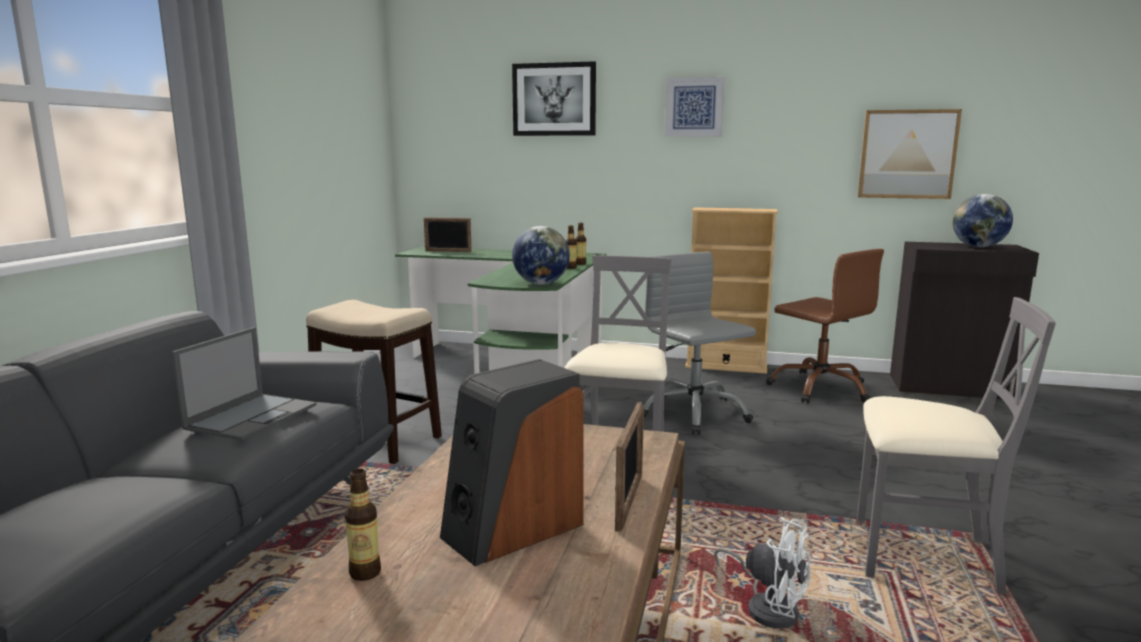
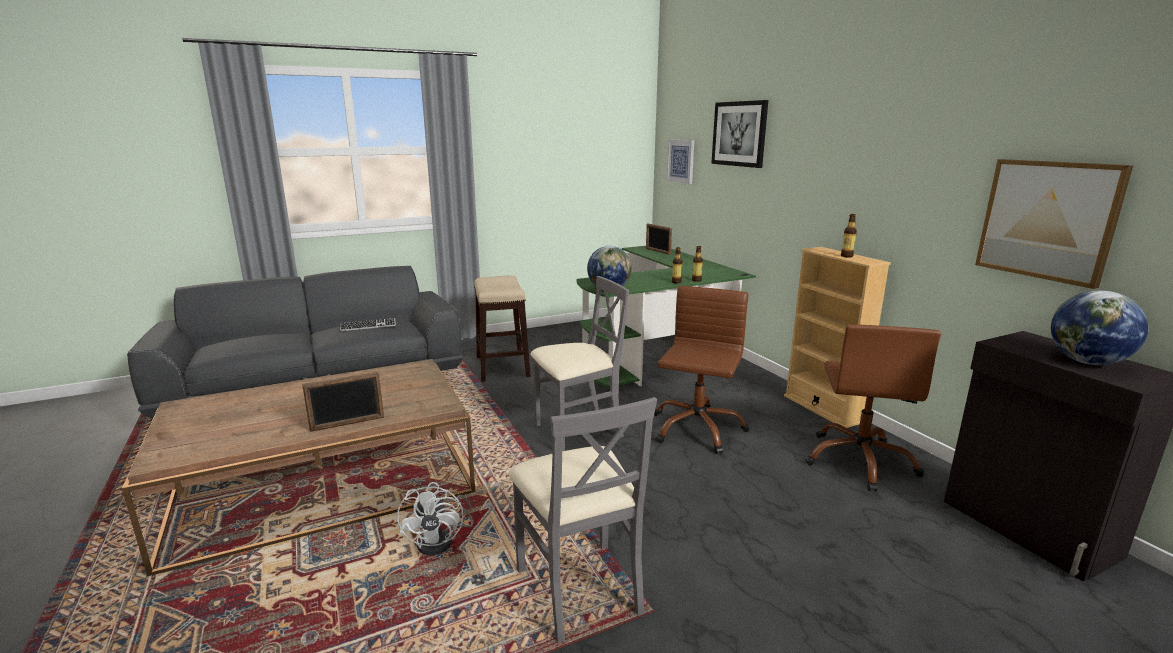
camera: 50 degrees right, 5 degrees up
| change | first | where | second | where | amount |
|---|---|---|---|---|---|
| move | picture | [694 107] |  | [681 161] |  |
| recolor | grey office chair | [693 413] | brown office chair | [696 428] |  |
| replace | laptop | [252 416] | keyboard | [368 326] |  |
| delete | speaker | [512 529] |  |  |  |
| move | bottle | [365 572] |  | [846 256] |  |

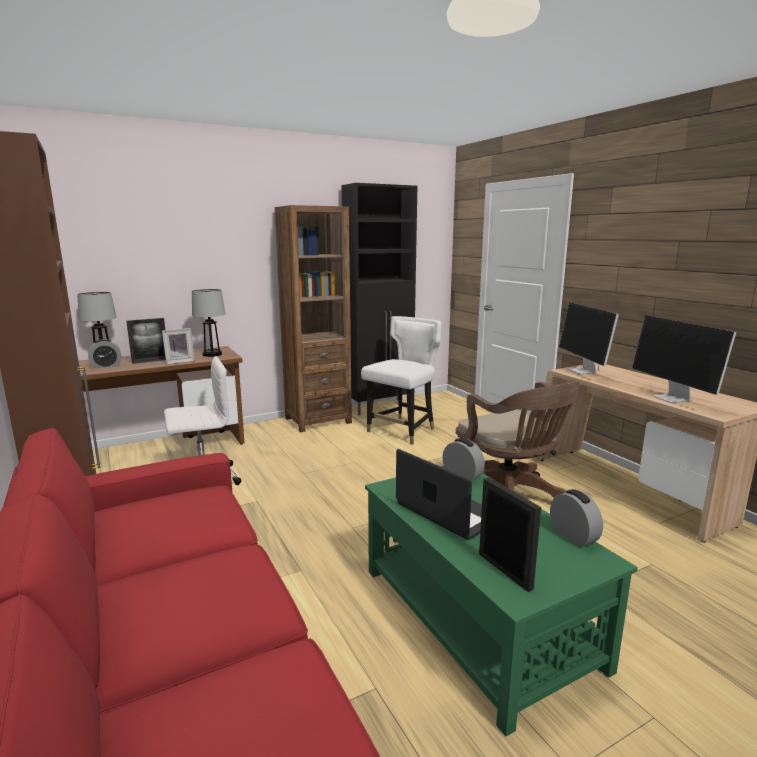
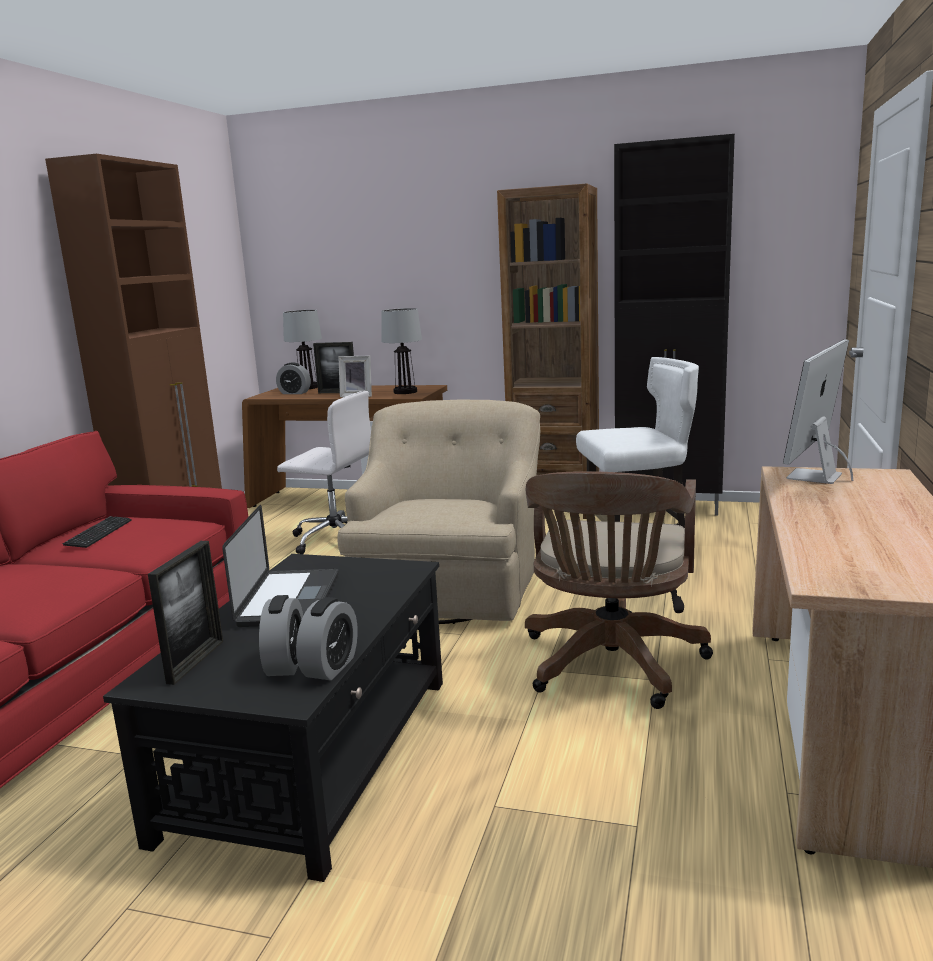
camera: 45 degrees right, 0 degrees up
| change | first | where | second | where | amount |
|---|---|---|---|---|---|
| delete | monitor | [673 398] |  |  |  |
| move | alarm clock | [462 475] |  | [286 664] |  |
| recolor | green coffee table | [476 615] | black coffee table | [314 753] |  |
| insert |  |  | beige armchair | [449 587] |  |
| insert |  |  | keyboard | [99 533] |  |

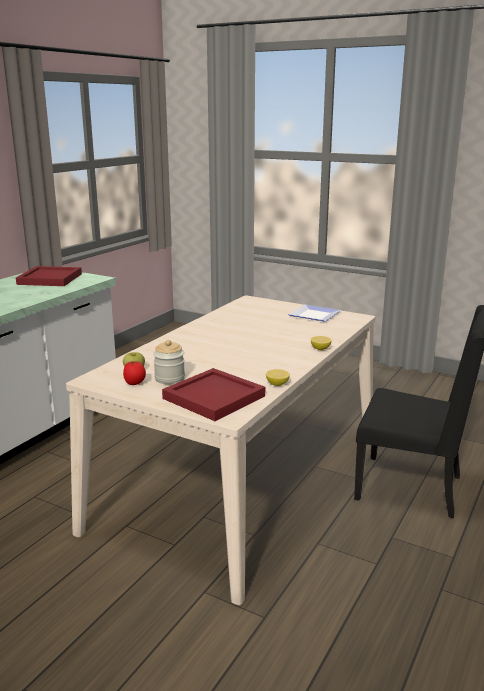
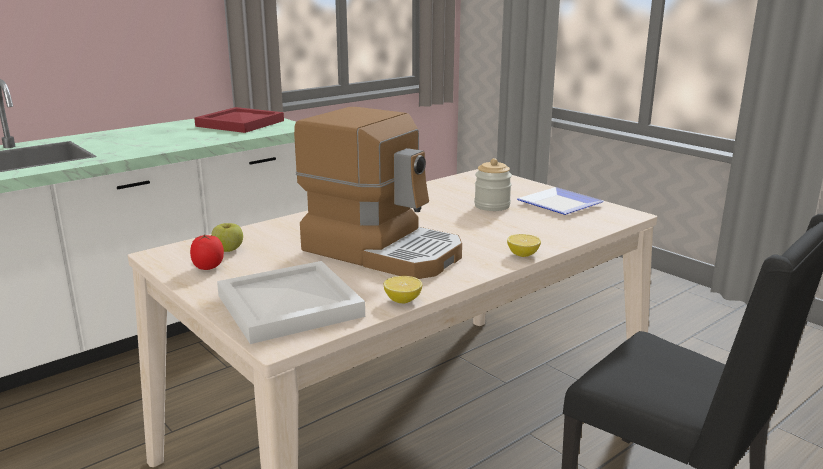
camera: 20 degrees right, 0 degrees up
| change | first | where | second | where | amount |
|---|---|---|---|---|---|
| move | jar | [169 378] |  | [492 206] |  |
| recolor | red tray | [214 398] | white tray | [288 307] |  |
| insert |  |  | coffee machine | [383 250] |  |

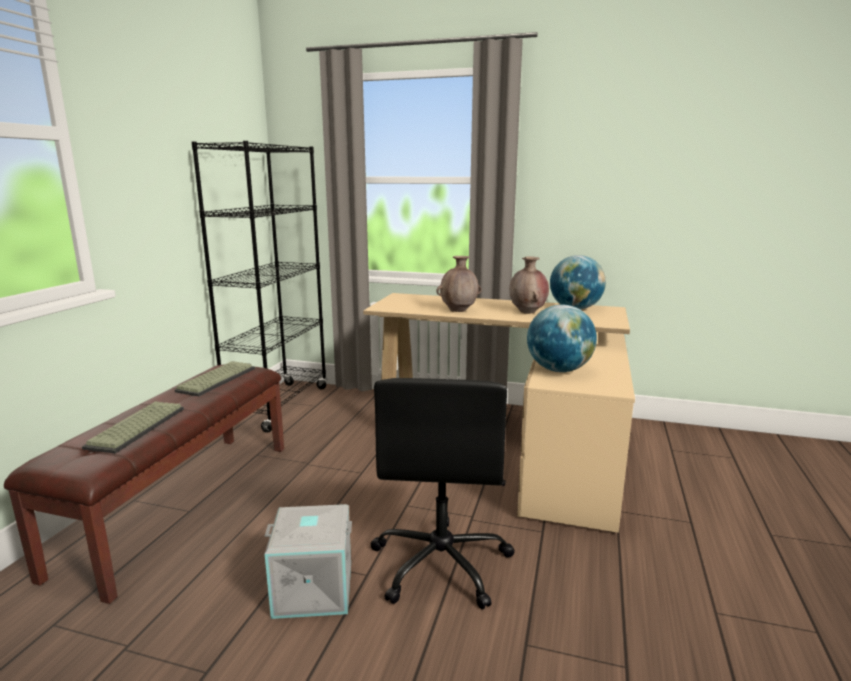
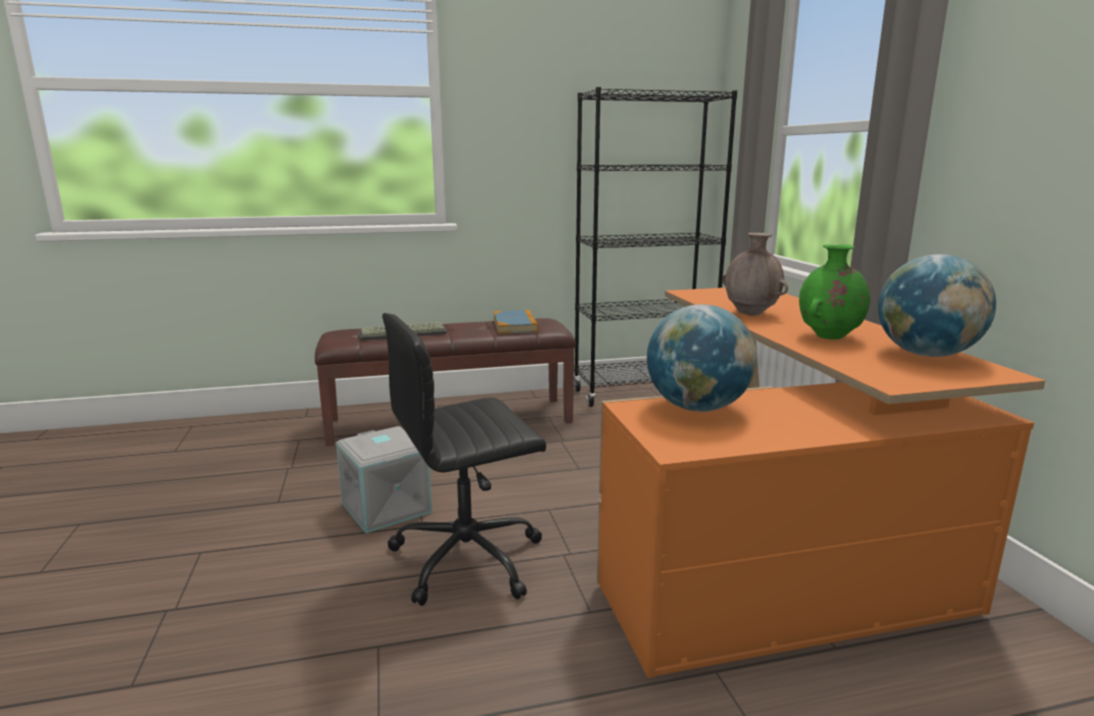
camera: 60 degrees right, 0 degrees up
| change | first | where | second | where | amount |
|---|---|---|---|---|---|
| recolor | brown vase | [528 312] | green vase | [829 337] |  |
| recolor | beige desk | [511 445] | orange desk | [769 537] |  |
| replace | keyboard | [216 379] | book | [515 325] |  |

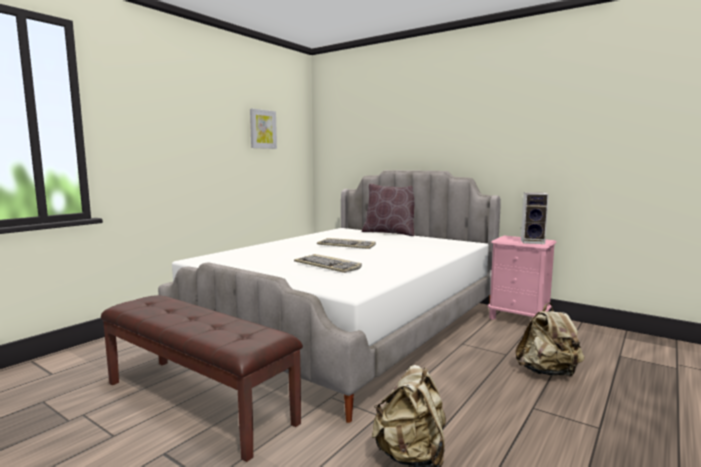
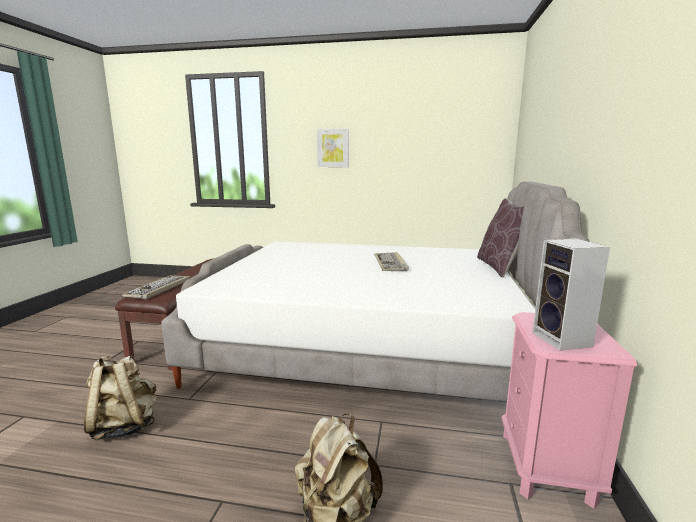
camera: 65 degrees right, 5 degrees up
| change | first | where | second | where | amount |
|---|---|---|---|---|---|
| move | picture | [262 129] |  | [333 148] |  |
| move | keyboard | [328 266] |  | [159 289] |  |

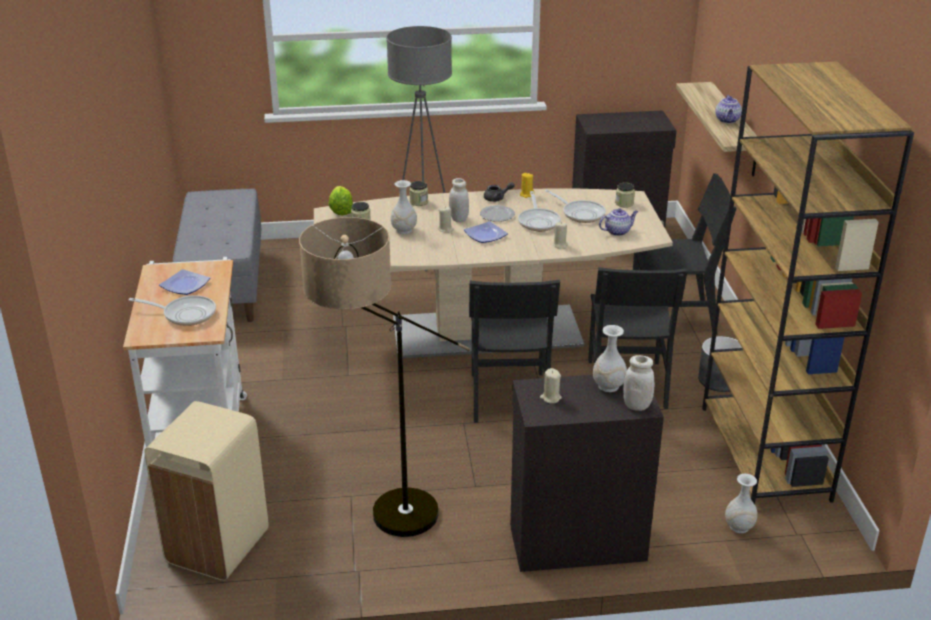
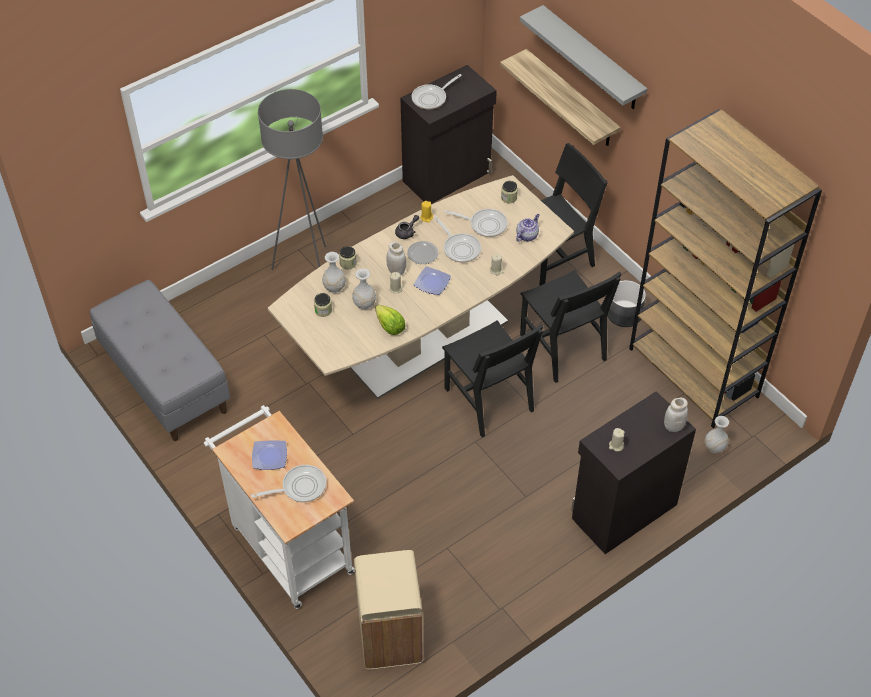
camera: 30 degrees left, 20 degrees up
| change | first | where | second | where | amount |
|---|---|---|---|---|---|
| delete | teapot | [727 120] |  |  |  |
| move | lettuce | [341 210] |  | [389 327] |  |
| delete | floor lamp | [382 524] |  |  |  |
| move | white vase | [608 386] |  | [334 287] |  |
| insert |  |  | grey shelf | [592 59] |  |
| insert |  |  | frying pan | [431 98] |  |

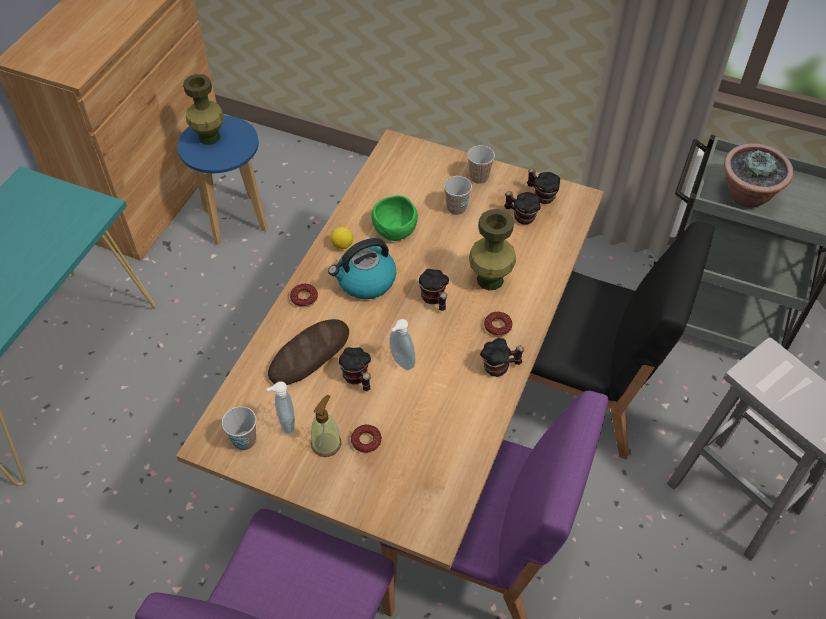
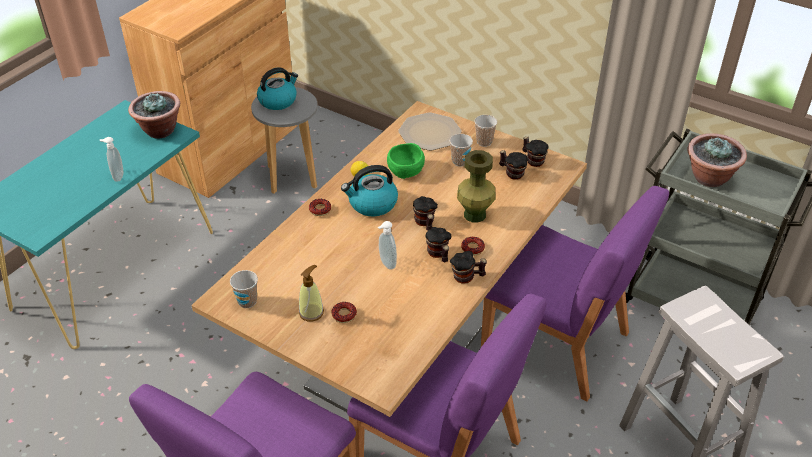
camera: 10 degrees right, 10 degrees down
| change | first | where | second | where | amount |
|---|---|---|---|---|---|
| replace | green vase | [209 137] | kettle | [278 100] |  |
| recolor | blue stool | [234 220] | grey stool | [292 177] |  |
| recolor | black chair | [580 391] | purple chair | [557 343] |  |
| delete | bread | [309 355] |  |  |  |
| move | mug | [357 379] |  | [438 255] |  |
| move | soap dispenser | [285 423] |  | [117 176] |  |
| insert |  |  | potted plant | [159 130] |  |
| insert |  |  | plate | [430 132] |  |

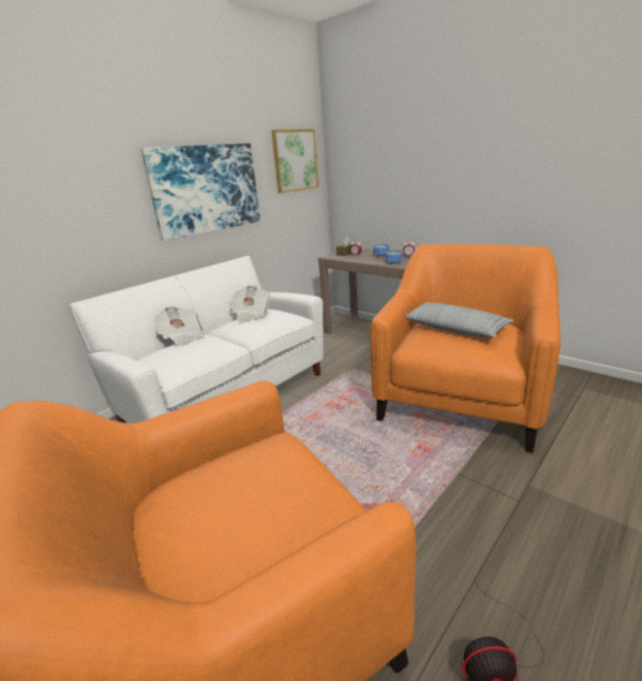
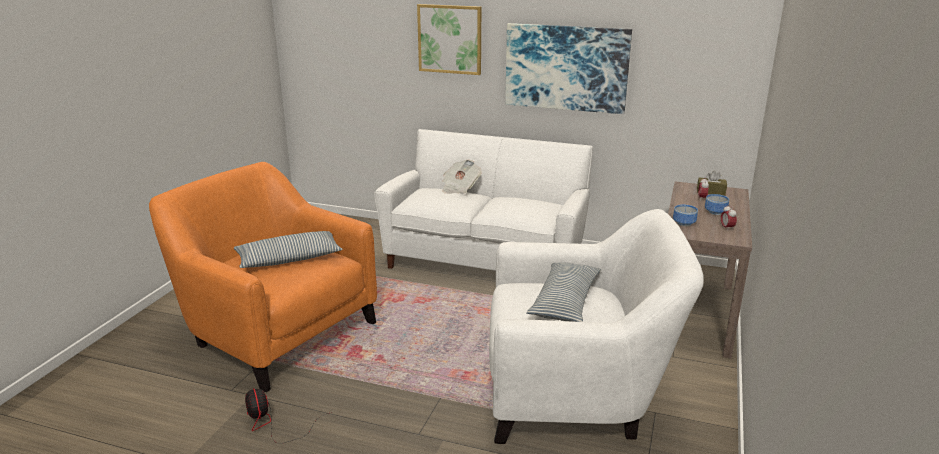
camera: 65 degrees right, 0 degrees up
| change | first | where | second | where | amount |
|---|---|---|---|---|---|
| move | picture | [295 160] |  | [450 39] |  |
| recolor | orange armchair | [461 396] | white armchair | [577 391] |  |
| delete | newspaper | [251 315] |  |  |  |
| insert |  |  | pillow | [289 259] |  |

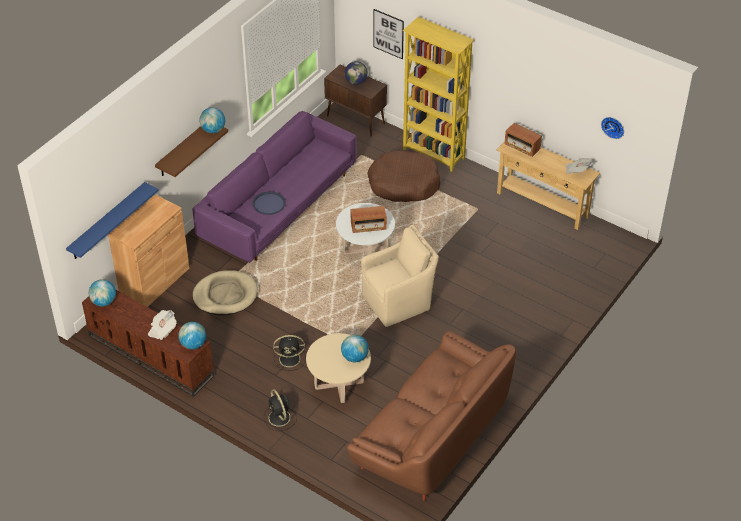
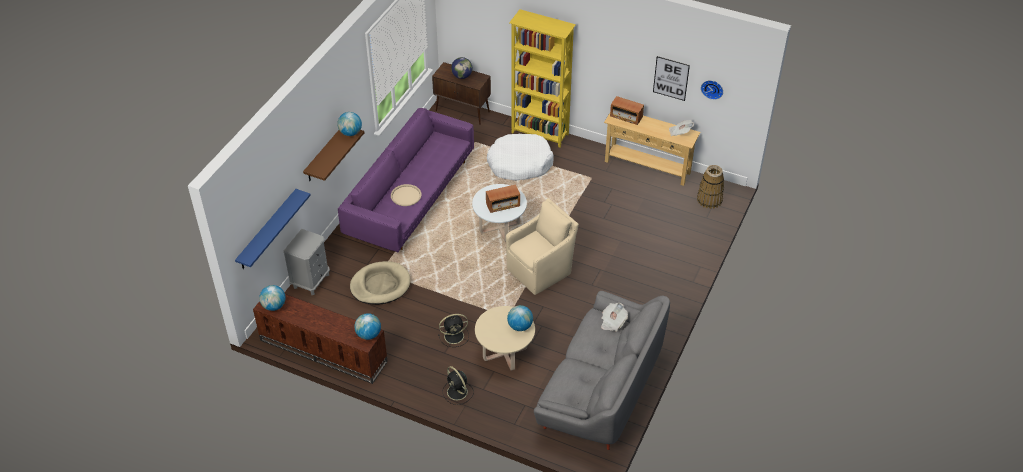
camera: 10 degrees left, 0 degrees up
| change | first | where | second | where | amount |
|---|---|---|---|---|---|
| move | picture | [388 34] |  | [671 78] |  |
| recolor | brown dog bed | [403 184] | white dog bed | [519 163] |  |
| recolor | blue tray | [269 203] | beige tray | [406 195] |  |
| replace | brown cabinet | [154 281] | grey nightstand | [311 281] |  |
| move | newspaper | [162 330] |  | [612 322] |  |
| recolor | brown sofa | [431 435] | grey sofa | [600 389] |  |
| insert |  |  | basket | [709 199] |  |

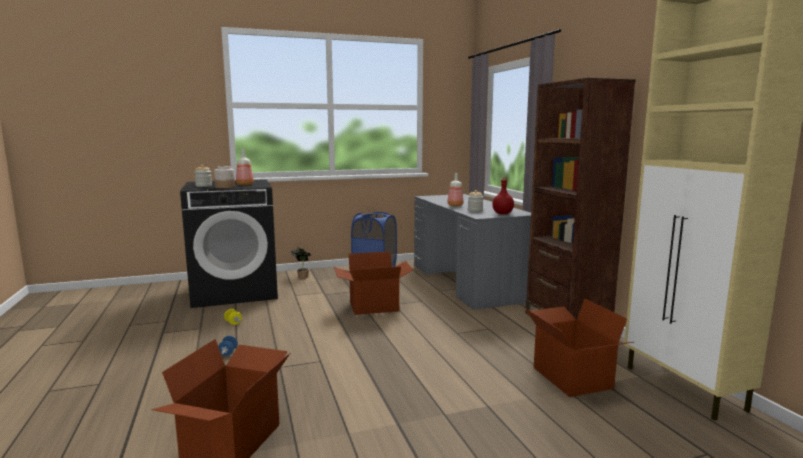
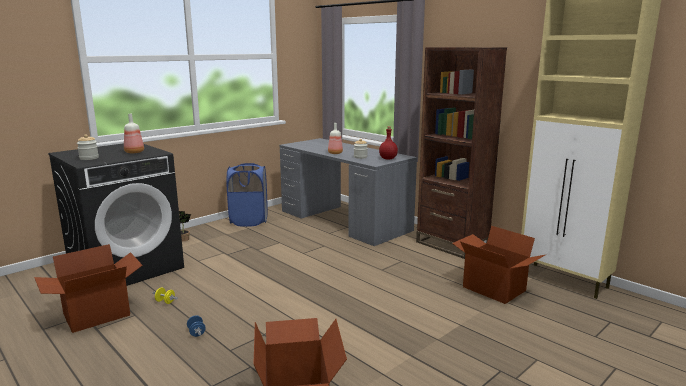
camera: 25 degrees left, 5 degrees up
| change | first | where | second | where | amount |
|---|---|---|---|---|---|
| delete | jar | [225 187] |  |  |  |
| move | cardboard box | [374 307] |  | [97 315] |  |

